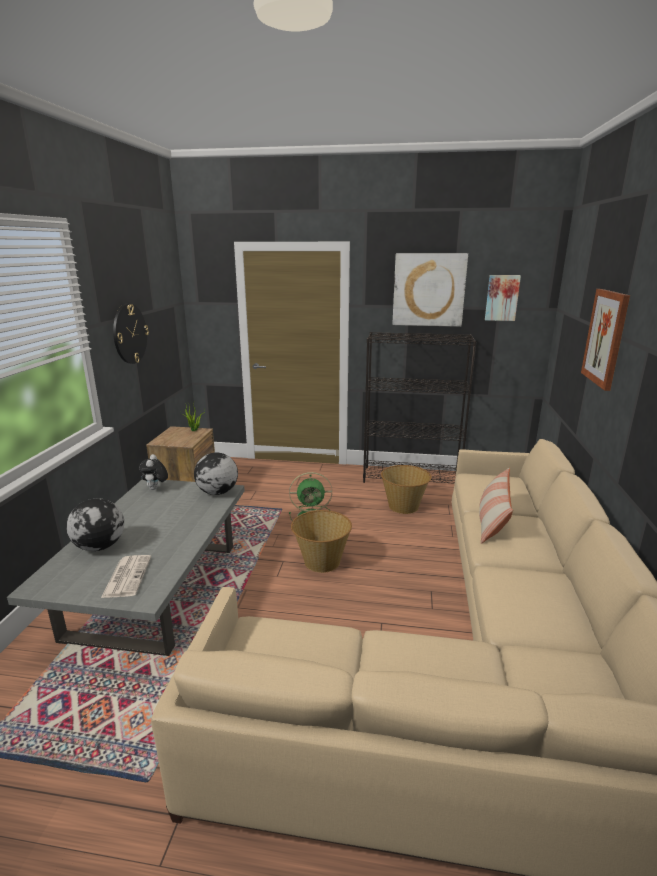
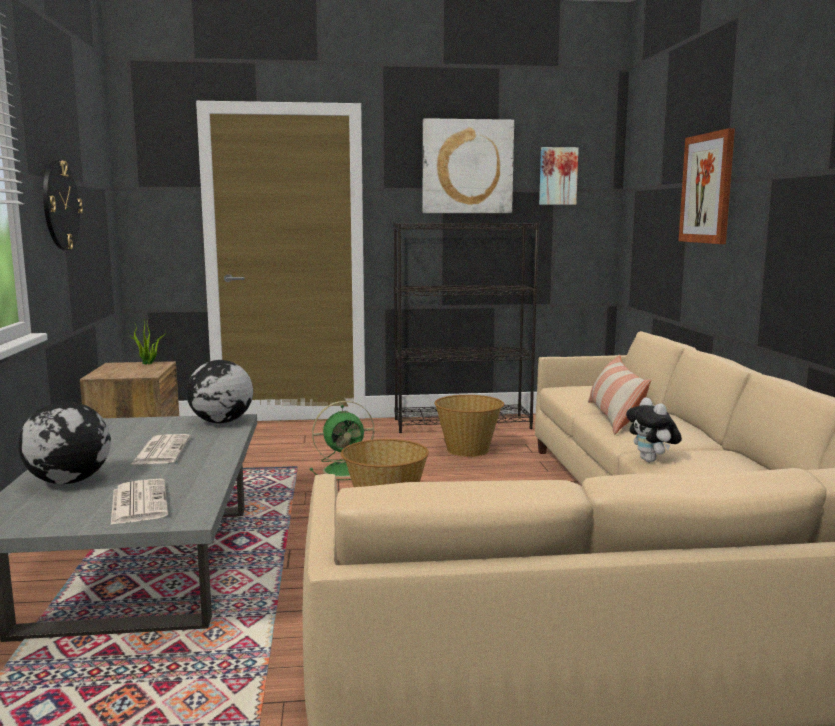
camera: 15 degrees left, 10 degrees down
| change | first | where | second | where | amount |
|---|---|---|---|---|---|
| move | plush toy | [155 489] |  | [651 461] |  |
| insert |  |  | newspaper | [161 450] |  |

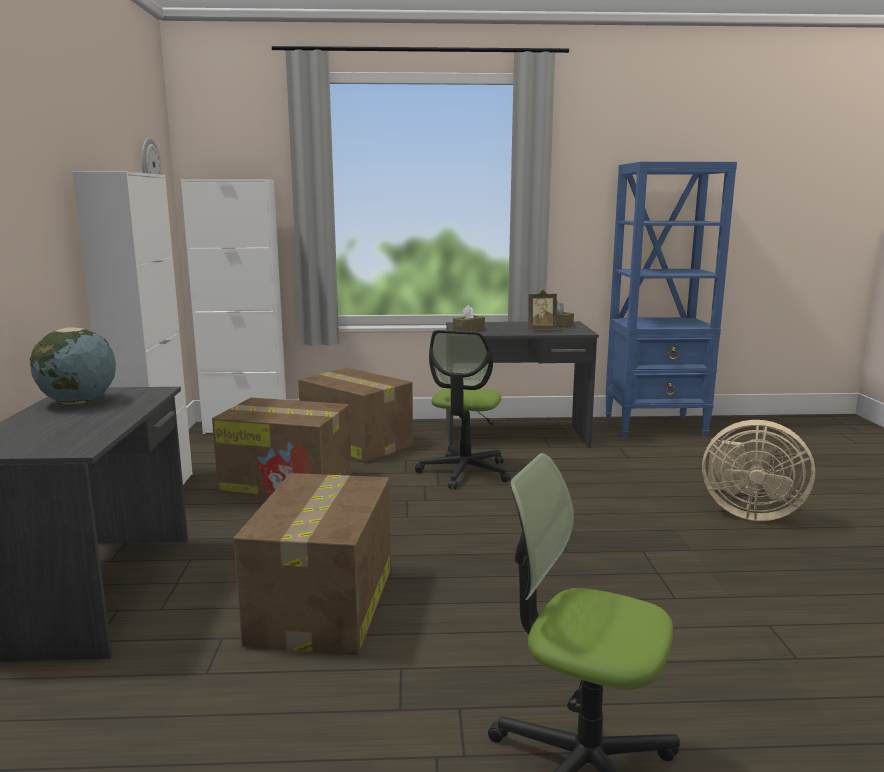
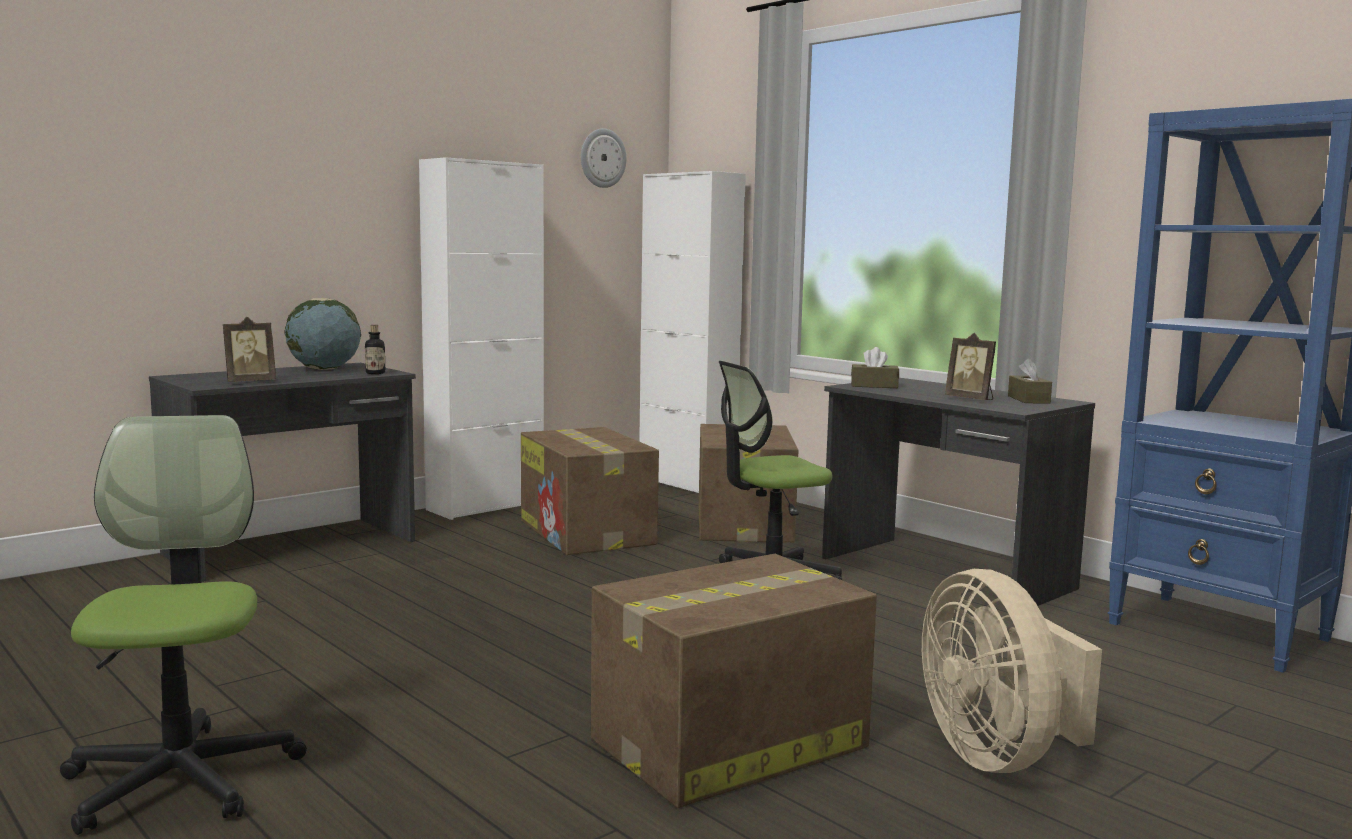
camera: 50 degrees right, 5 degrees down
| change | first | where | second | where | amount |
|---|---|---|---|---|---|
| move | cardboard box | [323 606] |  | [726 744] |  |
| insert |  |  | picture frame | [249 382] |  |
| insert |  |  | bottle | [375 373] |  |

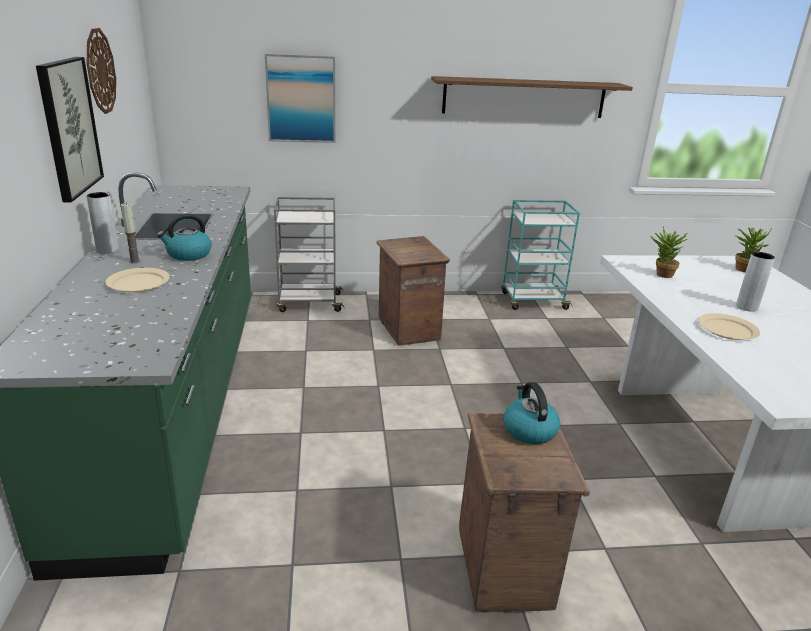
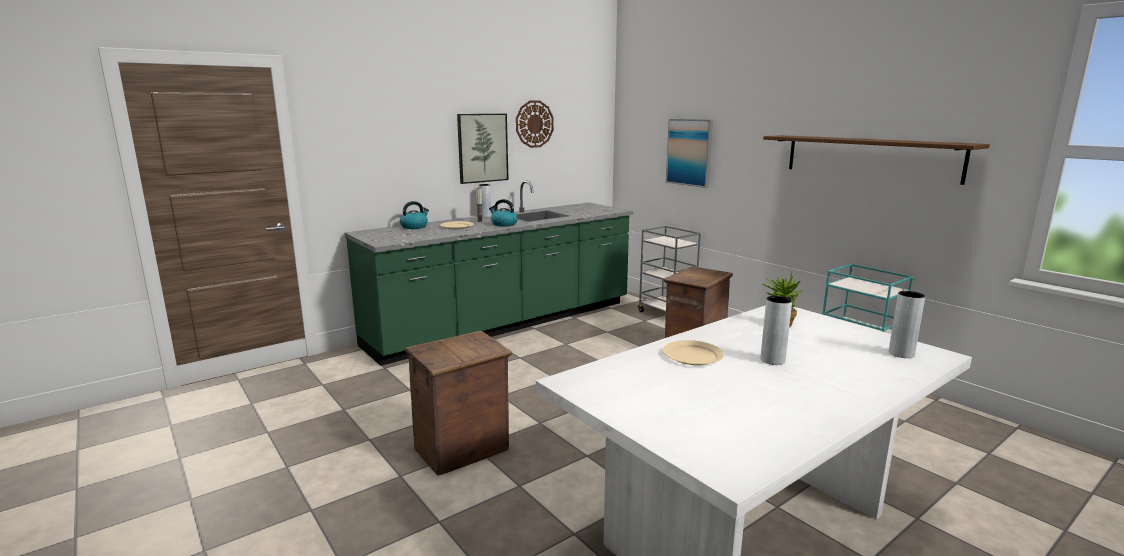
camera: 60 degrees right, 10 degrees down
| change | first | where | second | where | amount |
|---|---|---|---|---|---|
| replace | potted plant | [743 268] | grey vase | [901 354] |  |
| move | kettle | [529 430] |  | [414 227] |  |

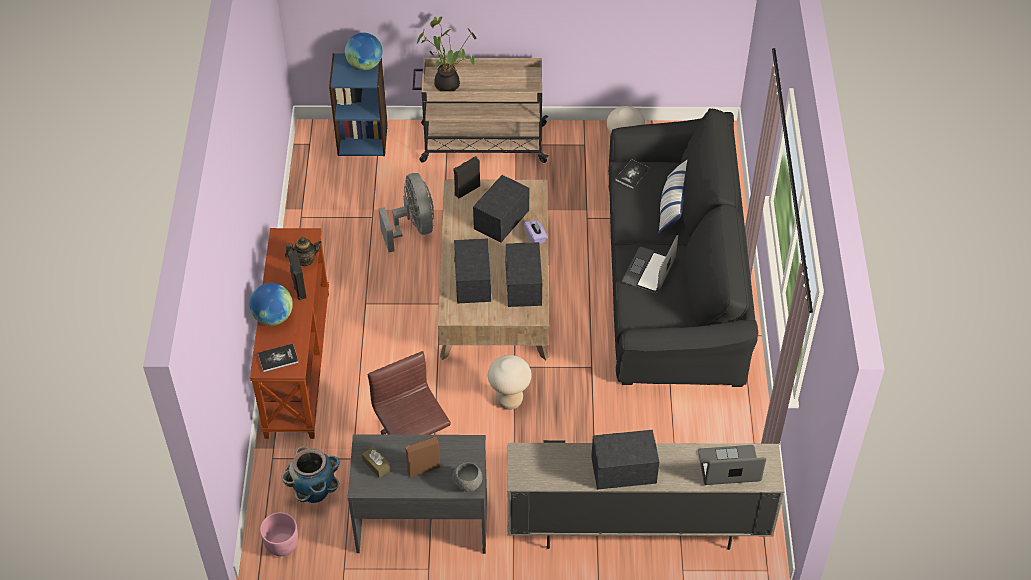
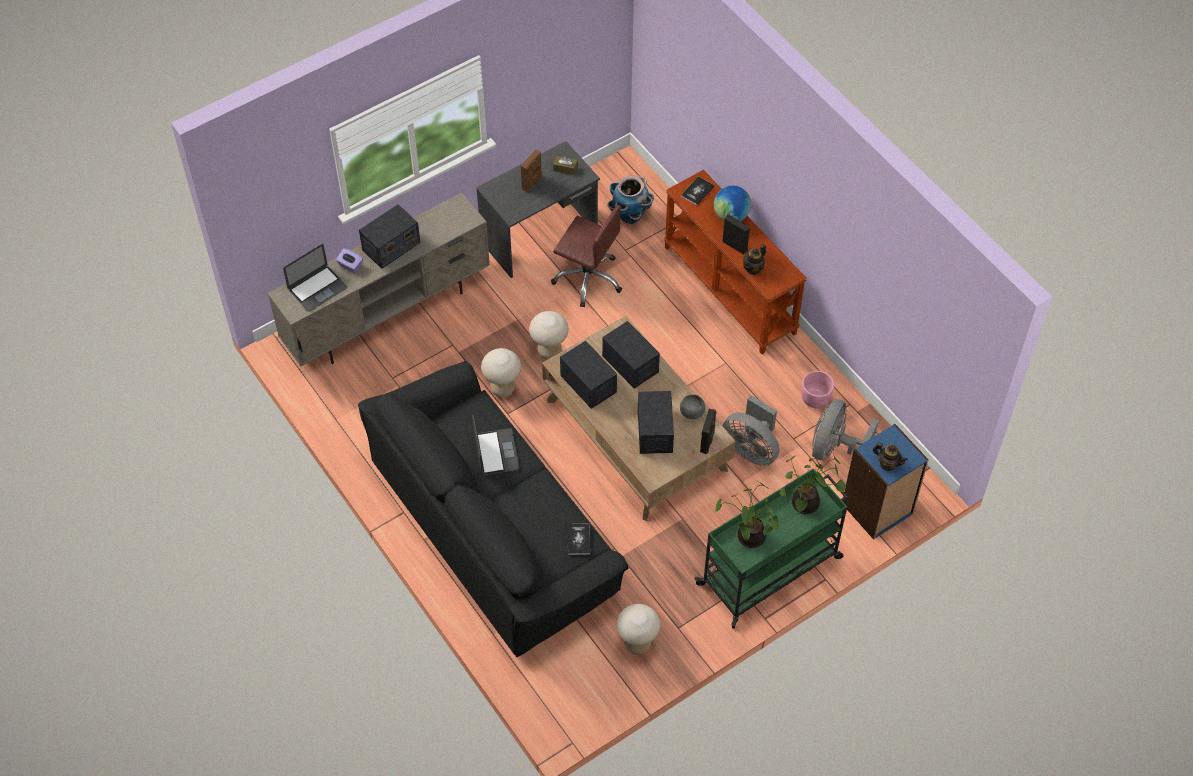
camera: 145 degrees right, 5 degrees up
| change | first | where | second | where | amount |
|---|---|---|---|---|---|
| replace | globe | [364 65] | teapot | [888 463] |  |
| recolor | beige cart | [481 143] | green cart | [771 570] |  |
| delete | pillow | [672 207] |  |  |  |
| move | purple tissue box | [535 237] |  | [350 265] |  |
| move | grey bowl | [467 484] |  | [691 412] |  |
| move | pink planter | [282 544] |  | [815 399] |  |
| insert |  |  | beige stool | [502 389] |  |
| insert |  |  | grey fan | [834 447] |  |
| insert |  |  | potted plant | [748 537] |  |

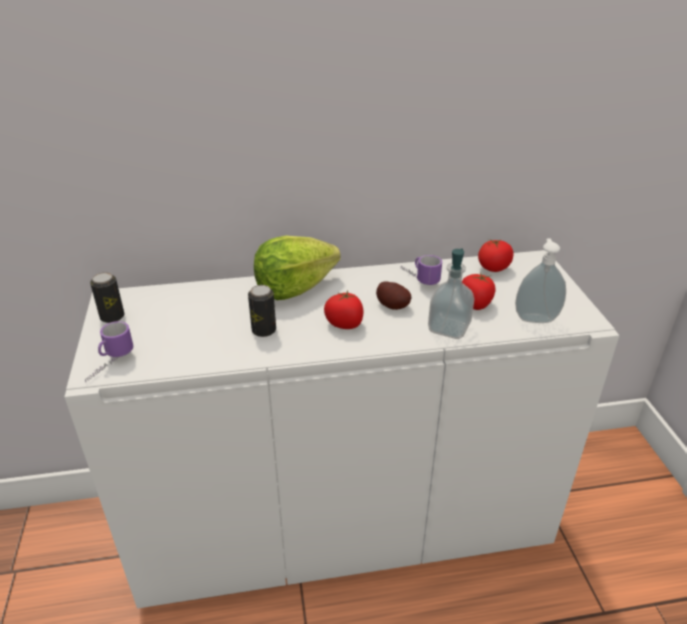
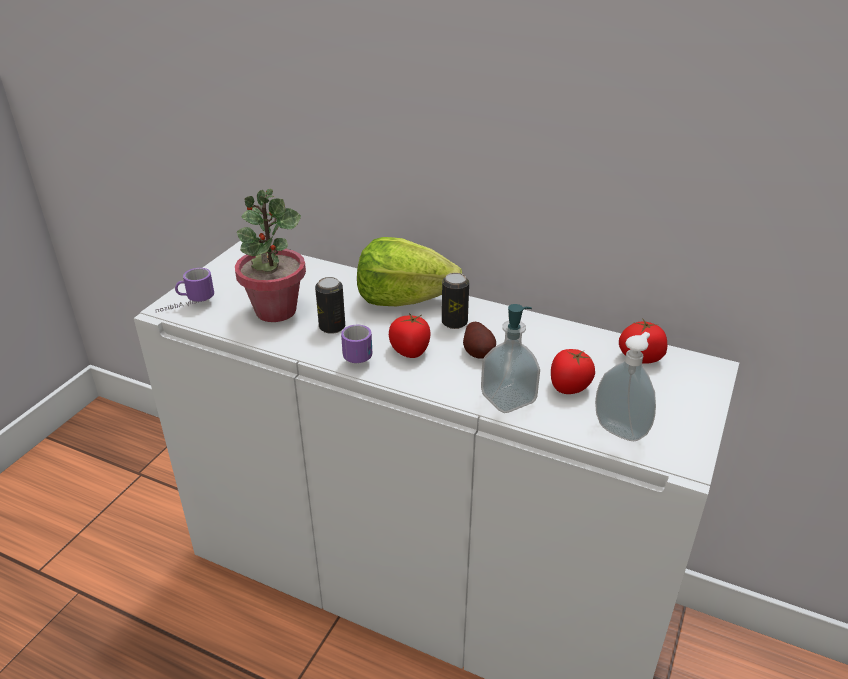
camera: 35 degrees right, 0 degrees up
| change | first | where | second | where | amount |
|---|---|---|---|---|---|
| move | mug | [418 279] |  | [358 352] |  |
| move | can | [112 317] |  | [454 322] |  |
| insert |  |  | potted plant | [275 310] |  |

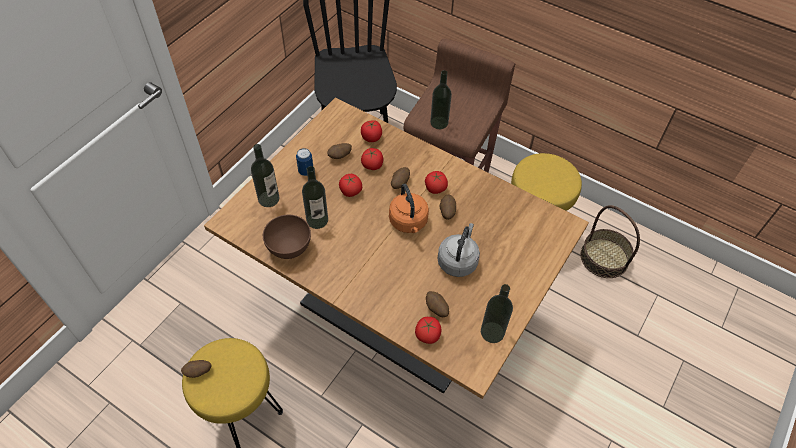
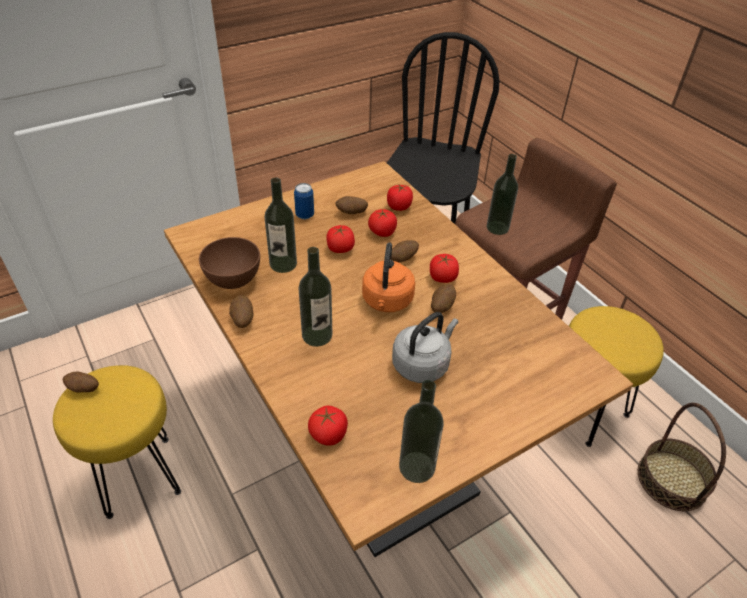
camera: 25 degrees right, 10 degrees down
| change | first | where | second | where | amount |
|---|---|---|---|---|---|
| move | bottle | [268 199] |  | [317 335] |  |
| move | potato | [436 309] |  | [242 320] |  |

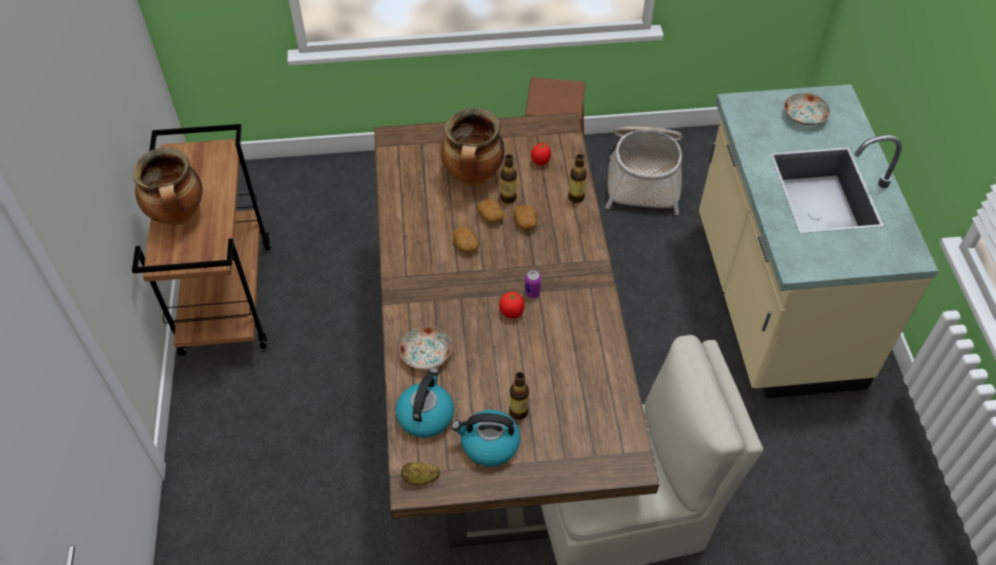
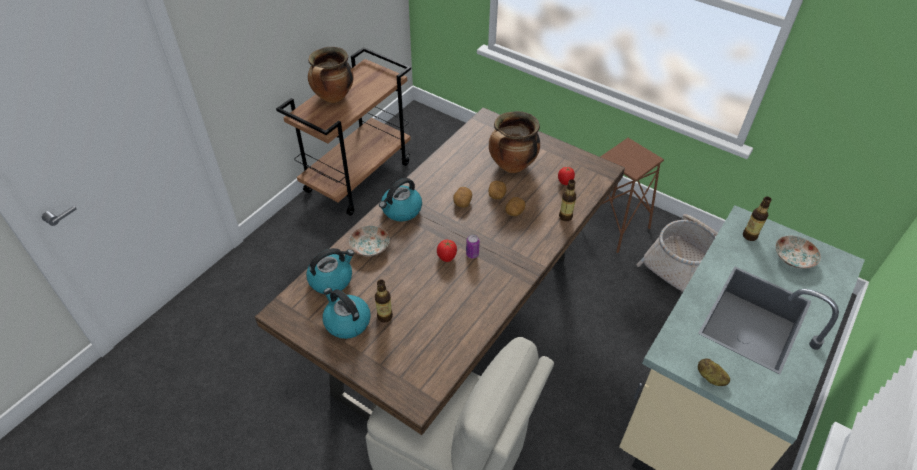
camera: 40 degrees right, 5 degrees down
| change | first | where | second | where | amount |
|---|---|---|---|---|---|
| move | bottle | [508 198] |  | [749 236] |  |
| move | potato | [420 478] |  | [710 378] |  |
| insert |  |  | kettle | [401 210] |  |

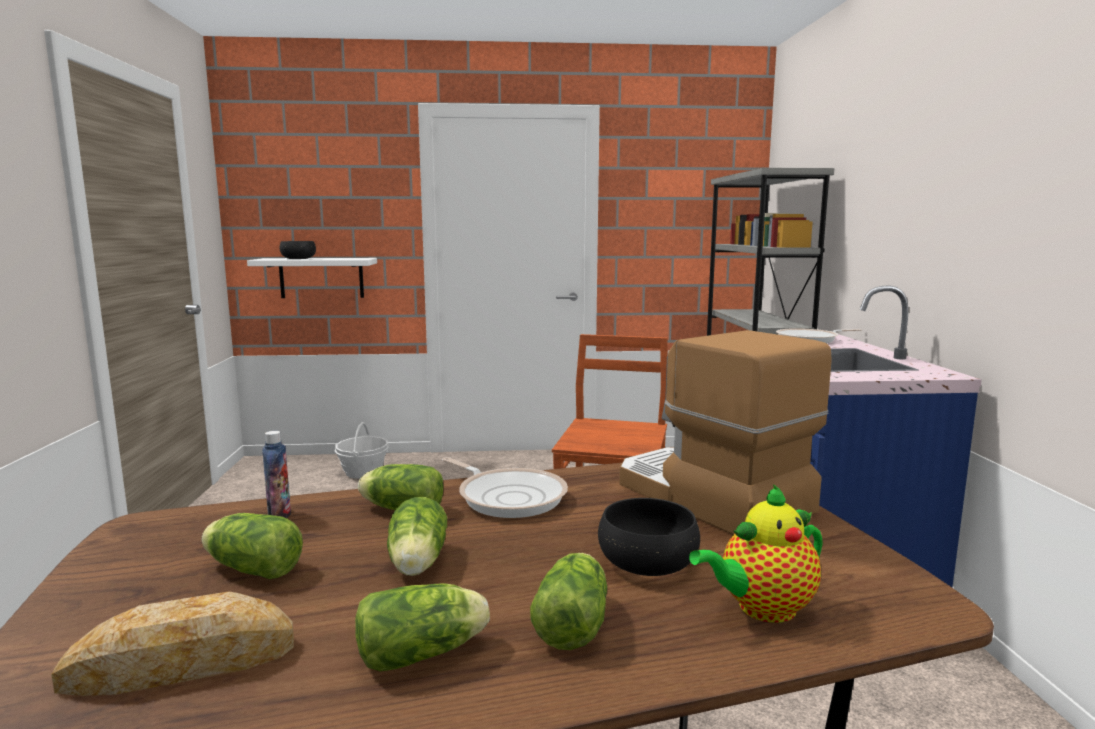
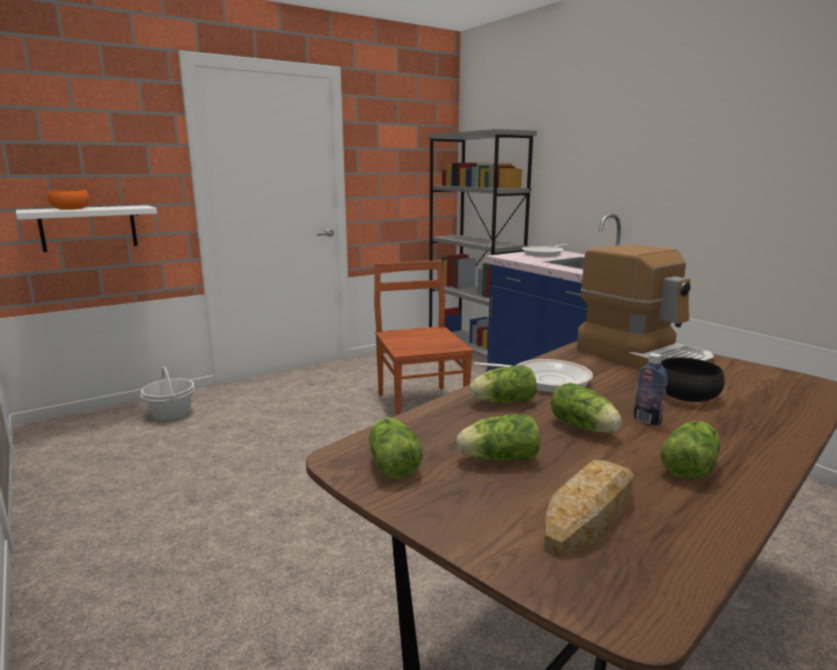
camera: 30 degrees left, 5 degrees up
| change | first | where | second | where | amount |
|---|---|---|---|---|---|
| recolor | black bowl | [298 258] | orange bowl | [70 209] |  |
| rotate | coffee machine | [708 497] |  | [643 357] | 150 degrees counterclockwise |
| move | bottle | [279 515] |  | [647 420] |  |
| delete | teapot | [761 609] |  |  |  |
| move | lettuce | [573 622] |  | [392 463] |  |

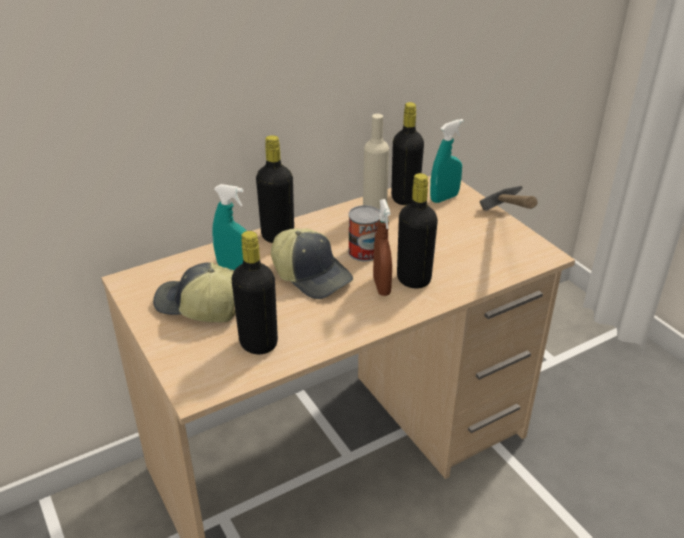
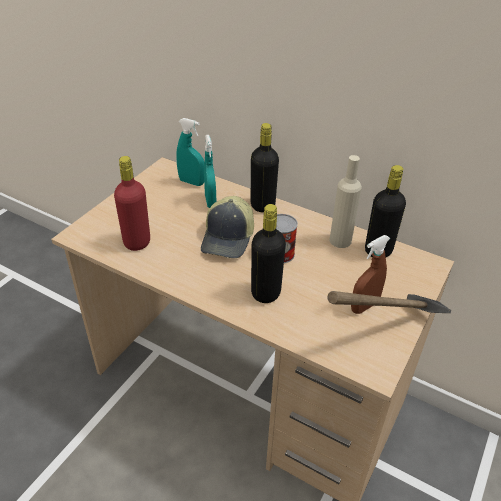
camera: 60 degrees right, 5 degrees up
| change | first | where | second | where | amount |
|---|---|---|---|---|---|
| move | turquoise spray bottle | [444 198] |  | [191 182] |  |
| move | brown spray bottle | [381 286] |  | [364 306] |  |
| recolor | black bottle | [258 343] | red bottle | [137 242] |  |
| delete | cap | [200 306] |  |  |  |

